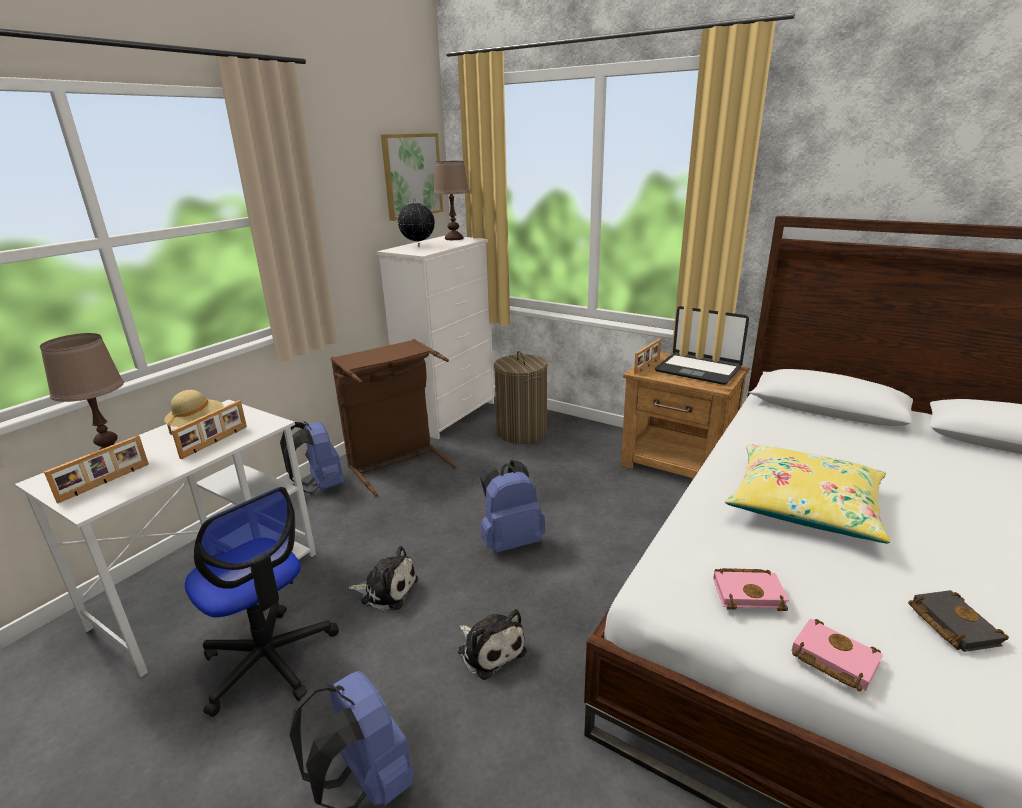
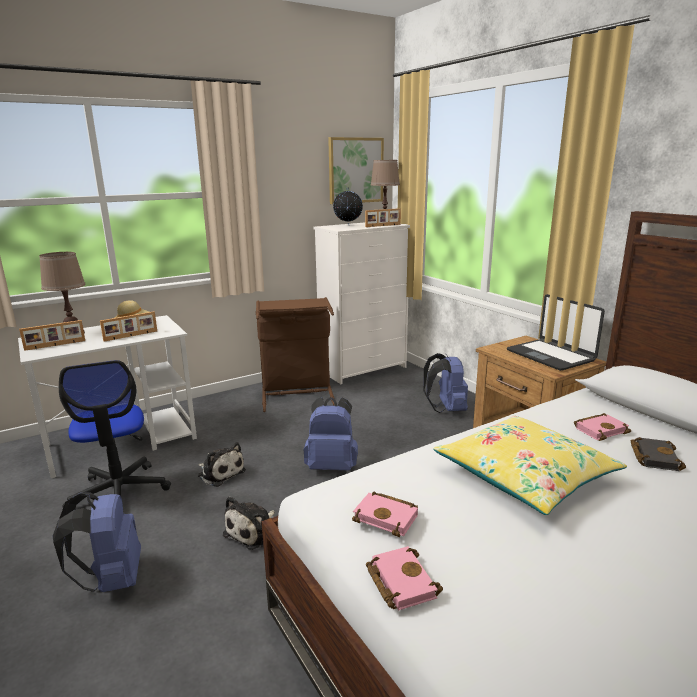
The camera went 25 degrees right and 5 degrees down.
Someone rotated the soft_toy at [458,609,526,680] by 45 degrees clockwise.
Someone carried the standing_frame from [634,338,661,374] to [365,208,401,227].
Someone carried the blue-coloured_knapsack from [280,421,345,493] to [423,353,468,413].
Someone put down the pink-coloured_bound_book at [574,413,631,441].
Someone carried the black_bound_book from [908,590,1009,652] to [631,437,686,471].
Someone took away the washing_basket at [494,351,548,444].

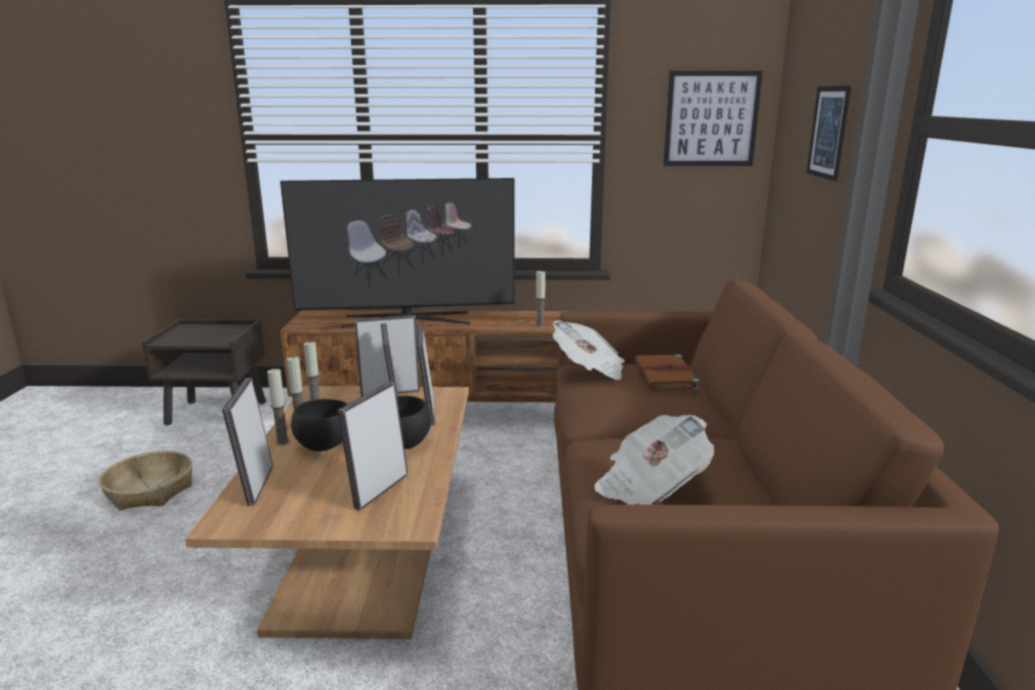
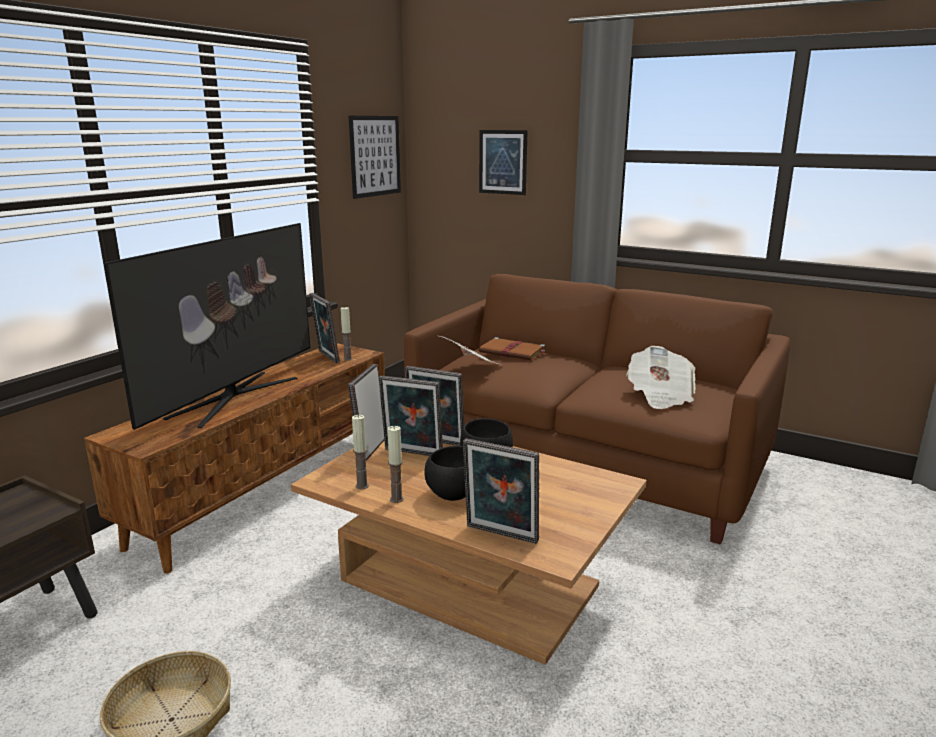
The camera went 60 degrees left and 0 degrees up.
Someone carried the standing_frame from [337,382,408,511] to [309,293,340,363].
Someone took away the candle at [267,368,290,445].

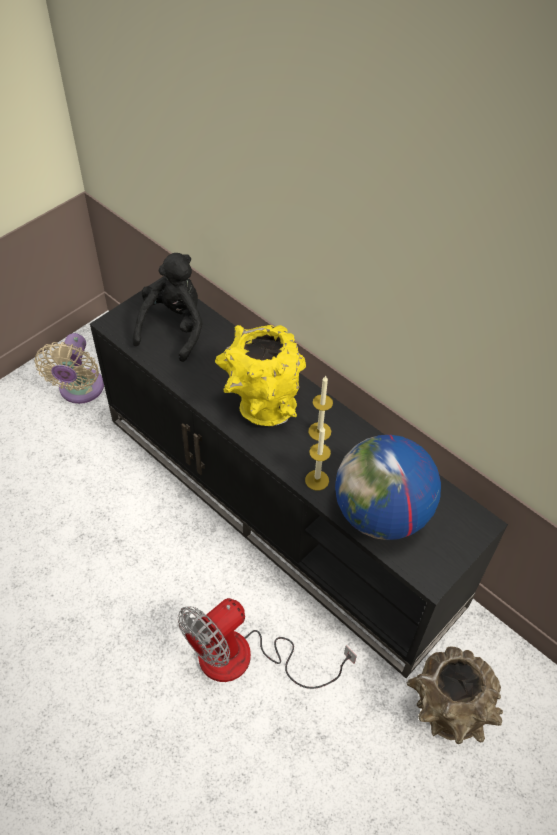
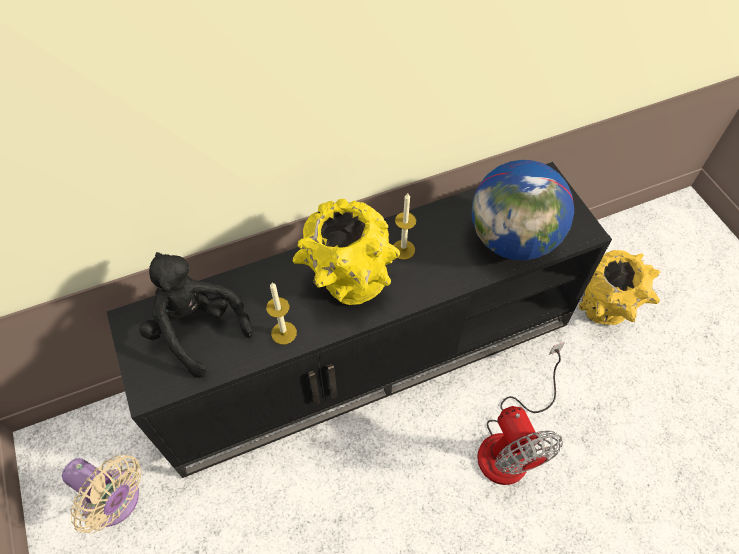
The camera went 65 degrees left and 5 degrees up.
Someone carried the candle from [305,426,331,491] to [266,283,297,344].
Someone repainted the brown-coloured_decorative_vase at [407,646,503,744], which became the yellow-coloured_decorative_vase at [579,250,660,325].

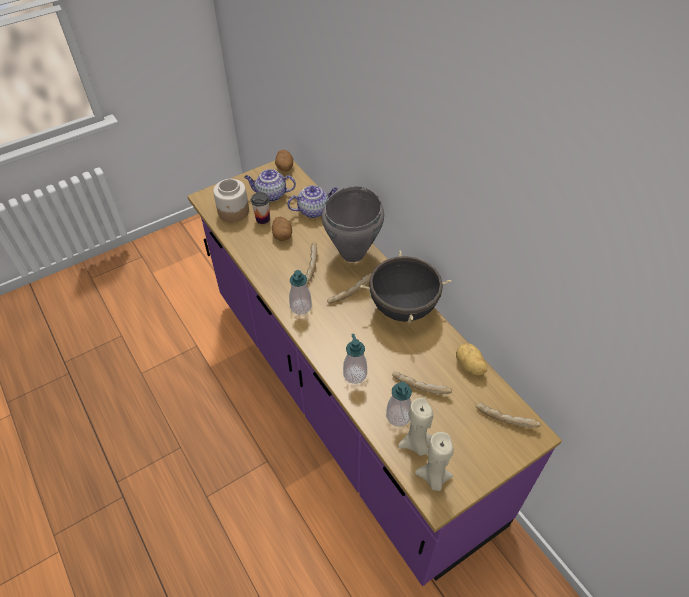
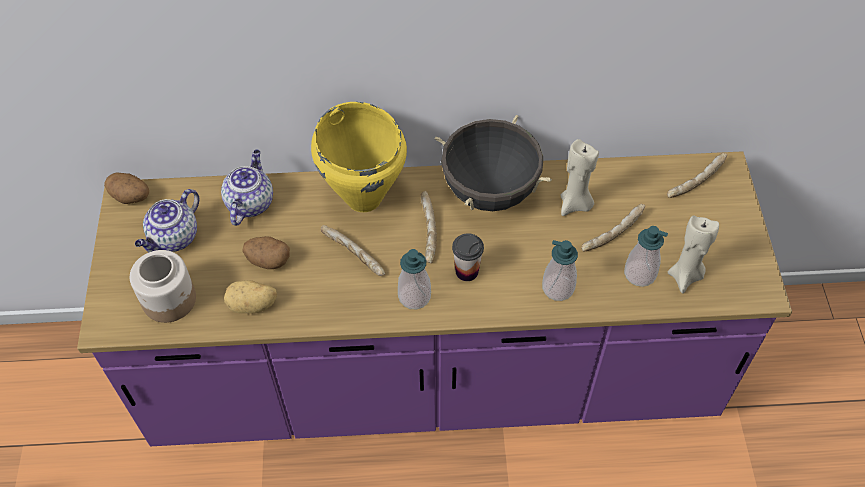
The camera went 60 degrees left and 5 degrees up.
Someone carried the spud from [456,343,487,376] to [224,280,277,313].
Someone repainted the greyish_cooking_pot at [322,186,384,262], which became the yellow-coloured_cooking_pot at [311,102,407,212].
Someone carried the small_cup from [251,192,270,224] to [452,233,484,281].
Someone carried the beige-coloured_candle from [415,432,454,491] to [560,139,599,216].

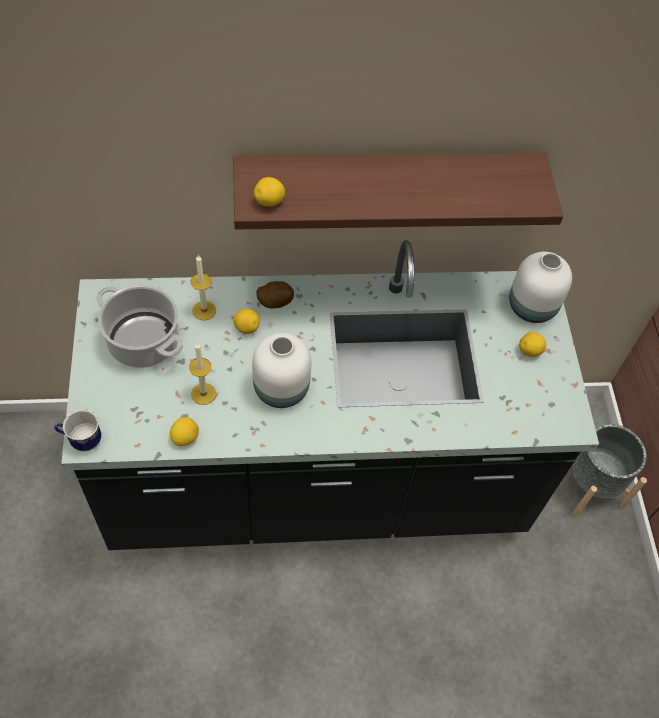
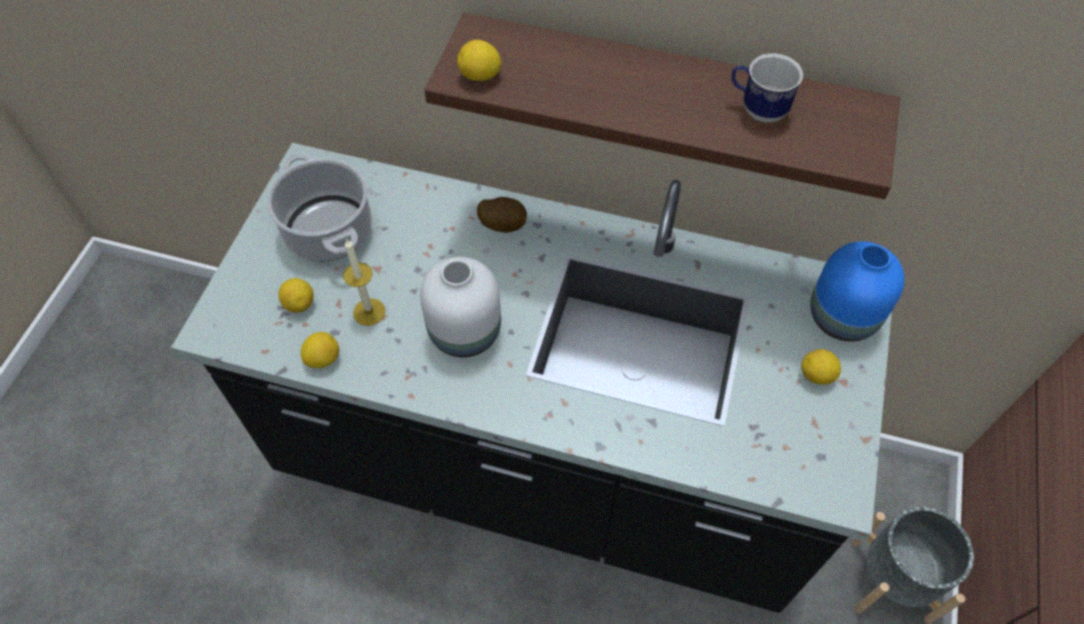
The camera went 25 degrees right and 0 degrees up.
Someone carried the lemon from [233,309,260,334] to [278,278,314,313].
Someone carried the coffee_mug from [54,409,102,452] to [732,54,803,122].
Someone repainted the white-coloured_decorative_vase at [509,252,572,323], which became the blue-coloured_decorative_vase at [810,241,905,342].
Someone took away the candle at [191,255,216,320].

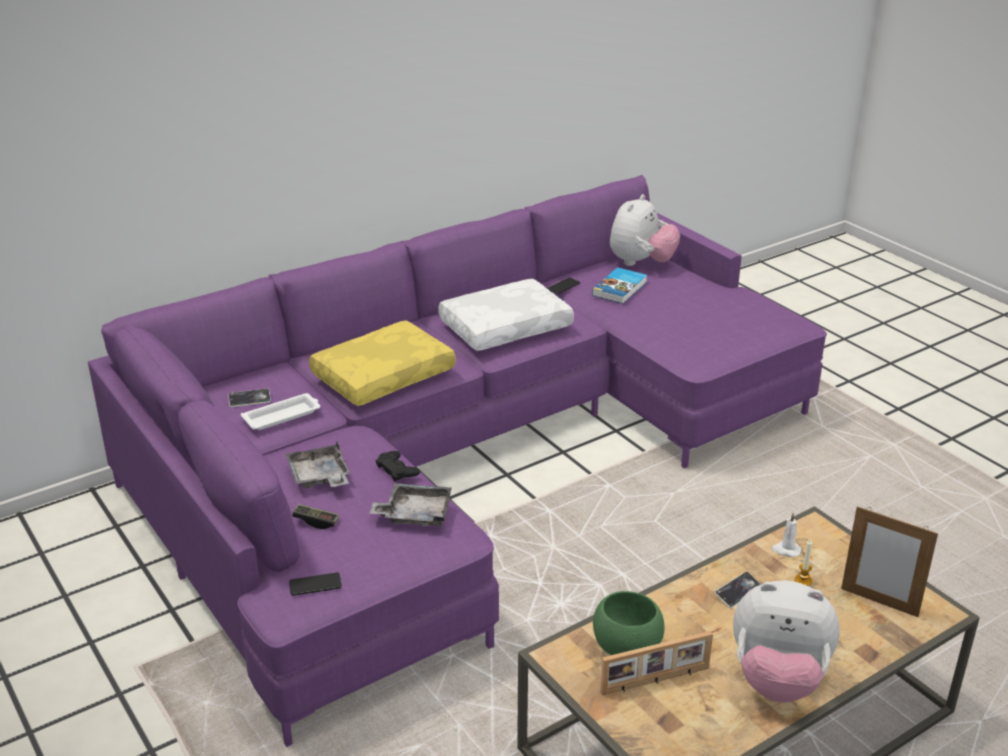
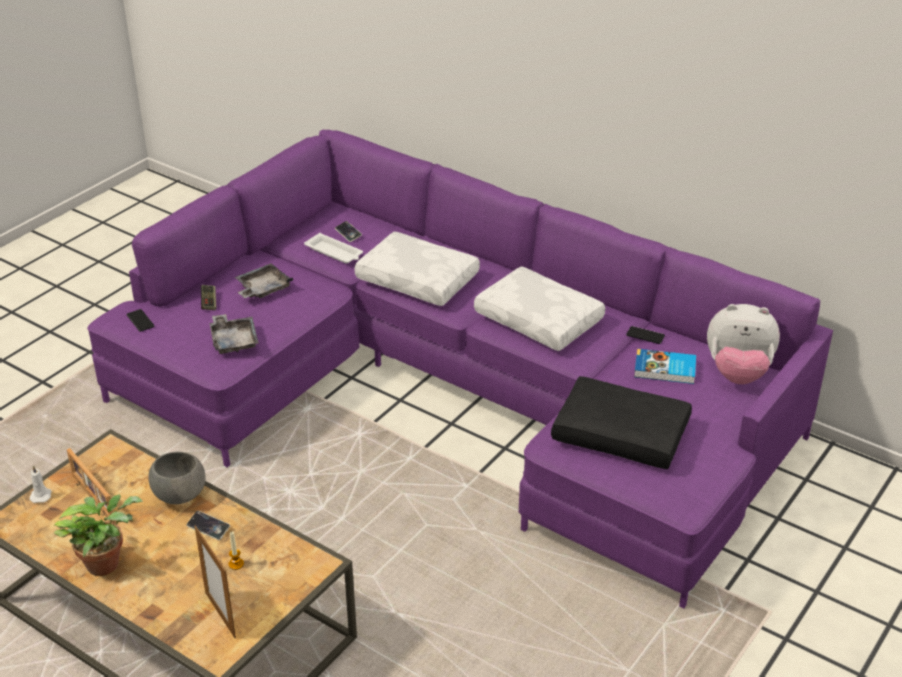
The camera went 70 degrees right and 5 degrees up.
Someone carried the white-coloured_candle from [771,513,801,557] to [29,465,51,503].
Someone swapped the soft_toy at [733,580,840,703] for the plant_in_a_pot at [54,494,143,576].
Someone put down the greyish_serving_bowl at [148,451,206,504].
Someone rotated the standing_frame at [841,506,938,617] by 45 degrees counterclockwise.
Someone repainted the yellow-coloured_throw_pillow at [309,320,456,406], which became the white-coloured_throw_pillow at [354,232,480,306].
Someone put down the black_throw_pillow at [551,376,692,469].
Someone took away the black_joypad at [376,451,420,482].
Someone took away the green_serving_bowl at [593,591,665,655].

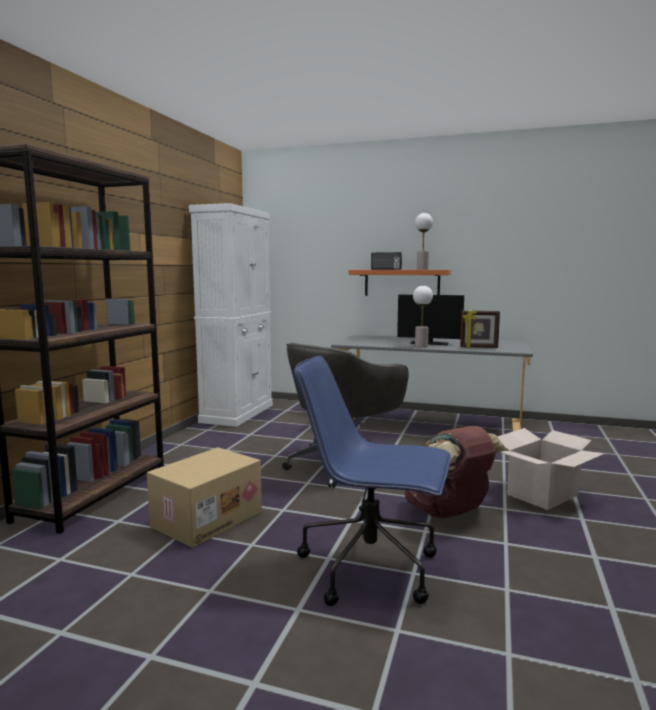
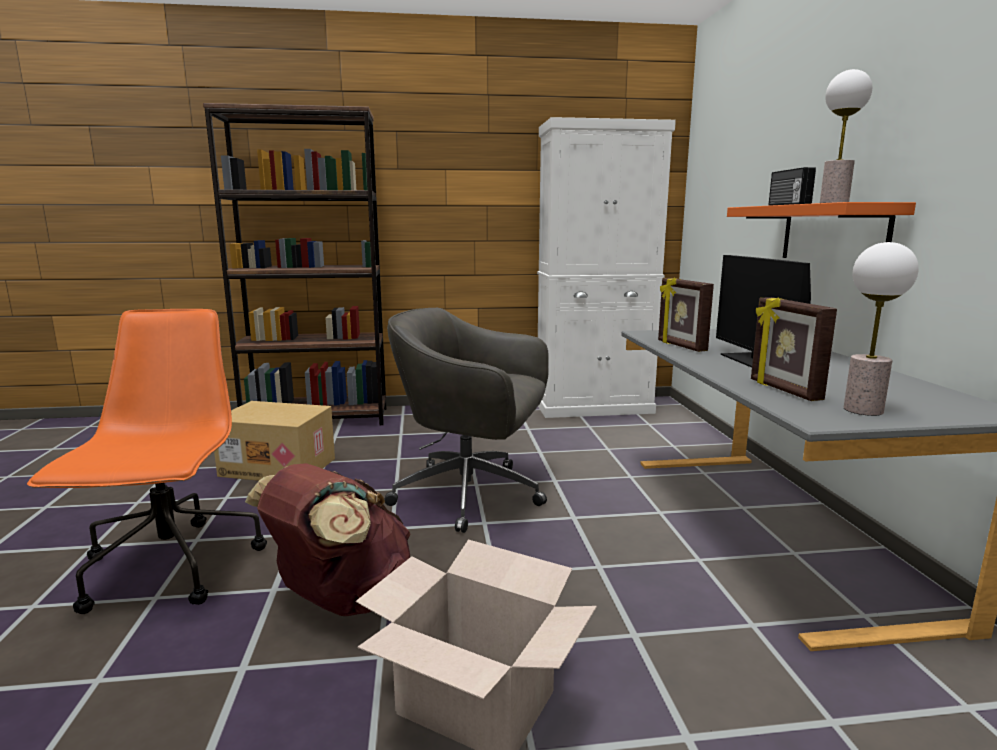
The camera went 65 degrees right and 5 degrees up.
Someone repainted the blue-coloured_desk_chair at [294,356,451,606], which became the orangey_desk_chair at [27,309,267,614].
Someone put down the standing_frame at [658,278,714,352].
Someone carried the table_lamp from [413,286,433,348] to [844,242,919,416].

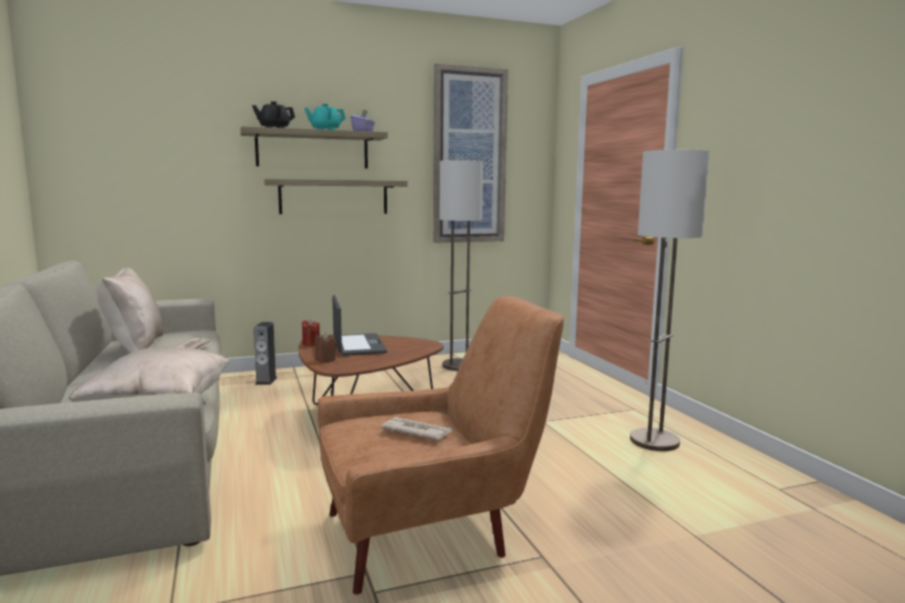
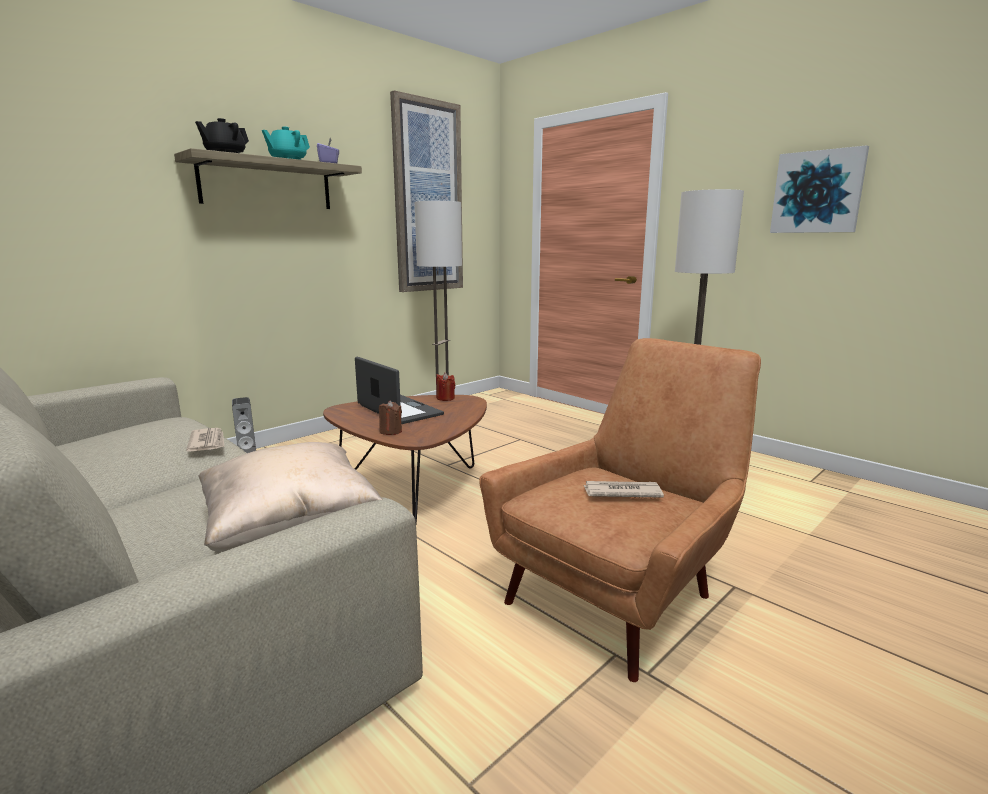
The camera went 25 degrees left and 5 degrees up.
Someone carried the reddish_candle from [301,319,320,346] to [436,372,455,401].
Someone put up the wall_picture at [770,145,869,233].
Someone took away the beige-coloured_throw_pillow at [97,267,163,353].
Someone took away the wall_shelf at [264,179,408,214].

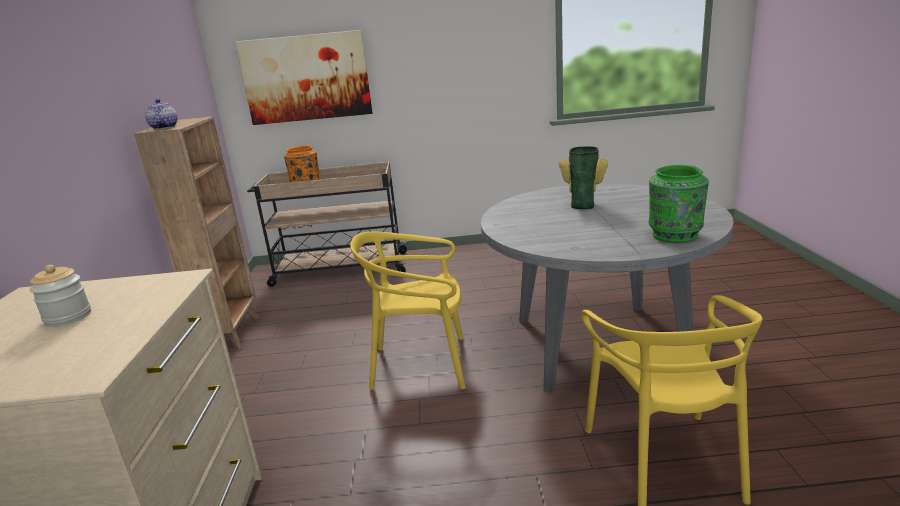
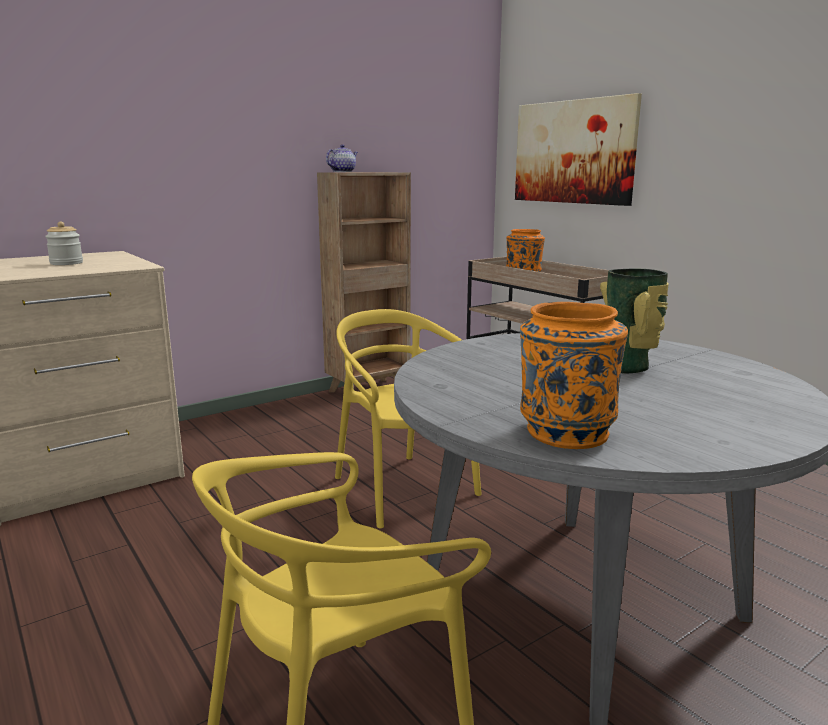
The camera went 55 degrees right and 5 degrees down.
Someone repainted the green_decorative_vase at [649,165,709,243], which became the orangey_decorative_vase at [520,302,628,449].

